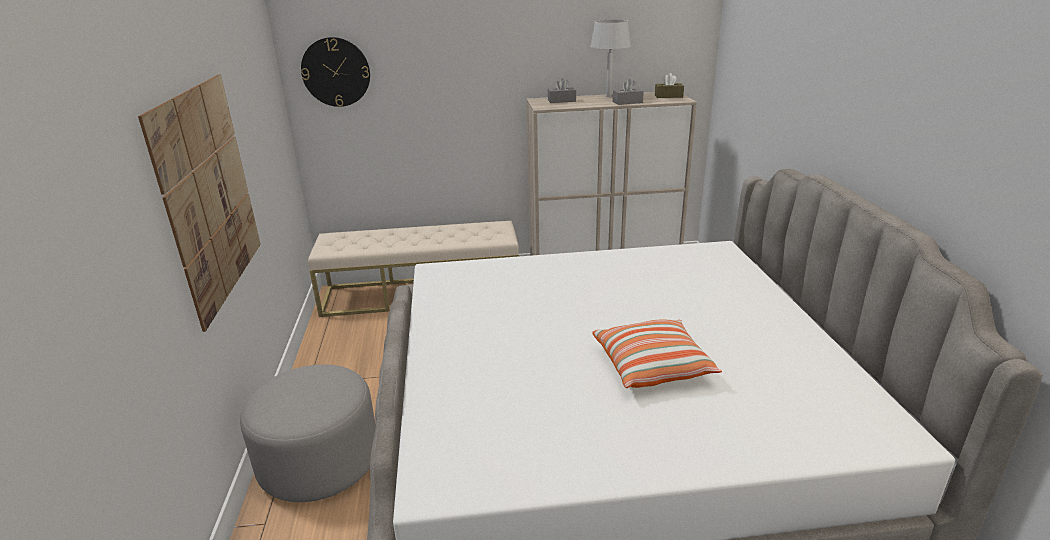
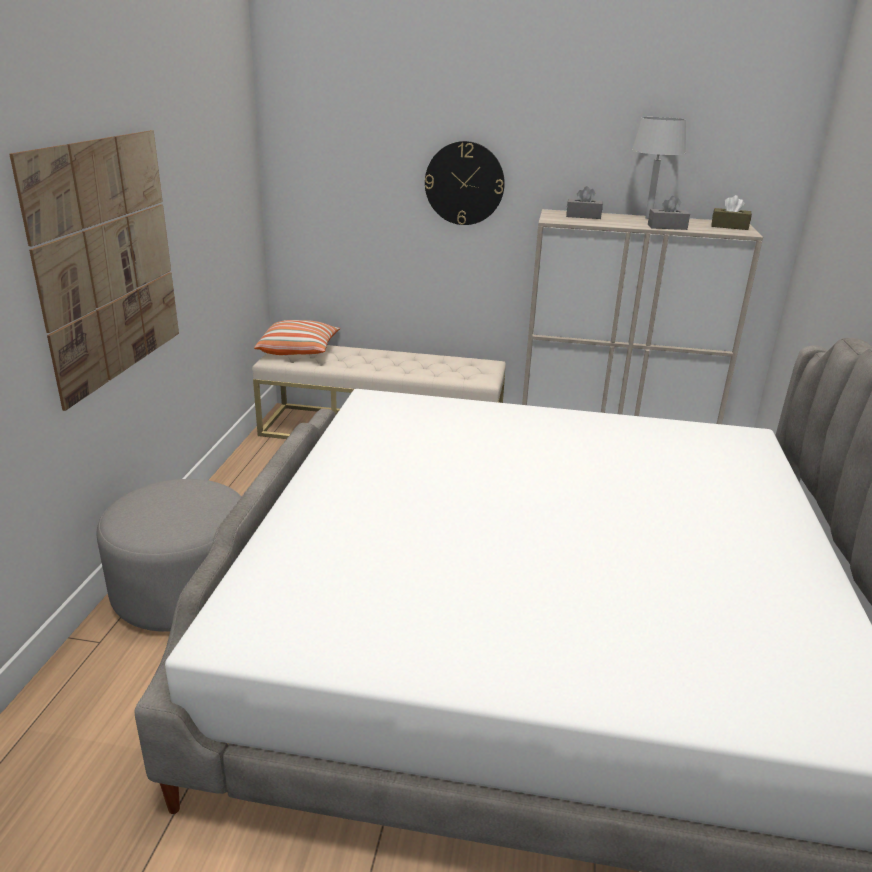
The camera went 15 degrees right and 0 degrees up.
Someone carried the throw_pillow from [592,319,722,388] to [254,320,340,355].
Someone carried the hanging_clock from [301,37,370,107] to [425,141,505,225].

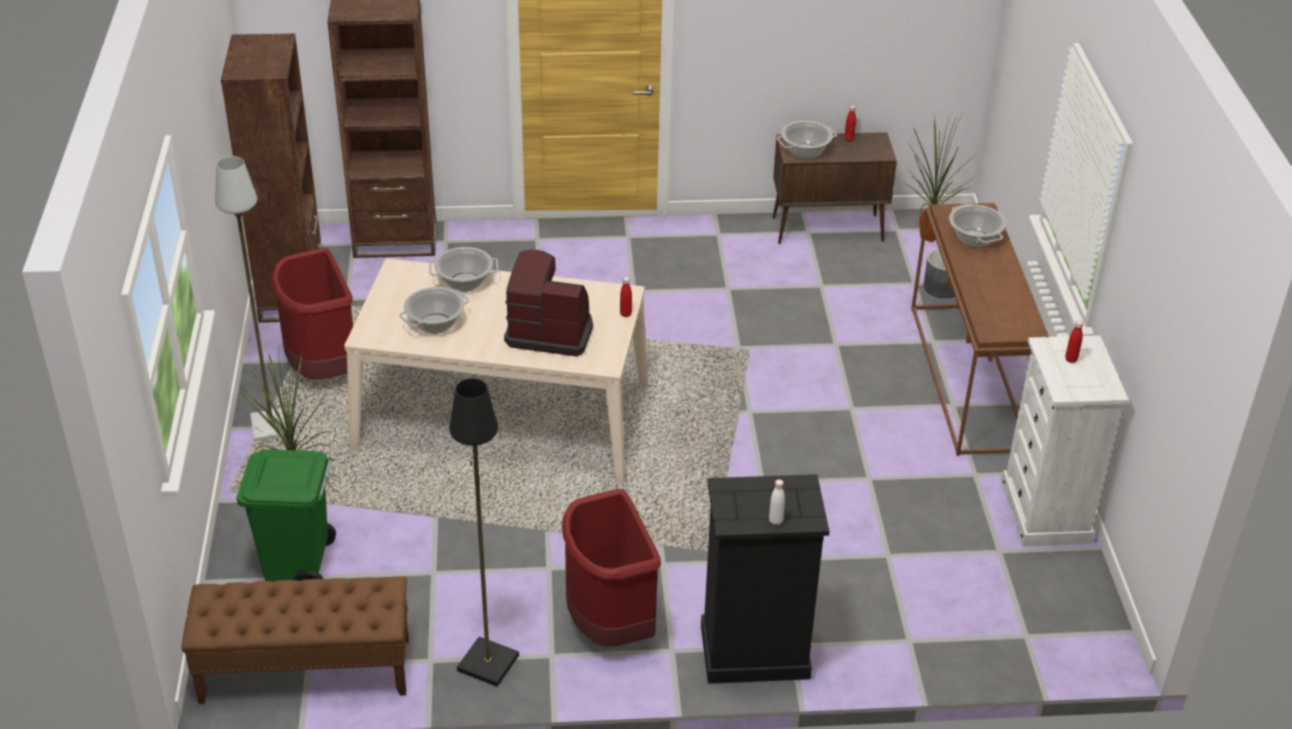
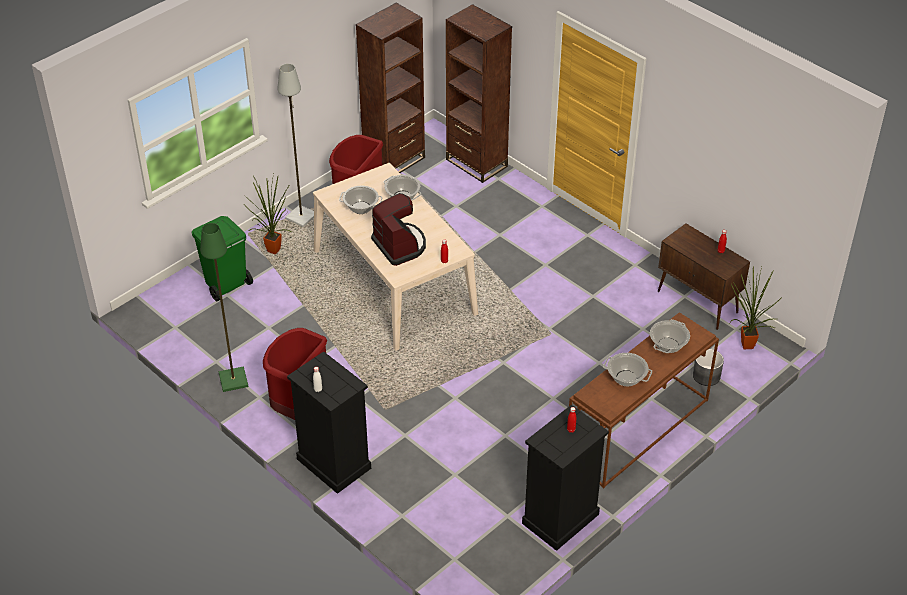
The camera went 50 degrees right and 5 degrees up.
Someone repainted the black_standard_lamp at [449,378,519,686], which became the green_standard_lamp at [200,223,248,392].
Someone repainted the white-coloured_dresser at [1001,335,1129,547], which became the black_dresser at [522,405,609,551].
Someone carried the cooking_pot from [777,121,837,159] to [603,353,652,386].
Someone took away the brown-coloured_long_seat at [181,577,409,704].

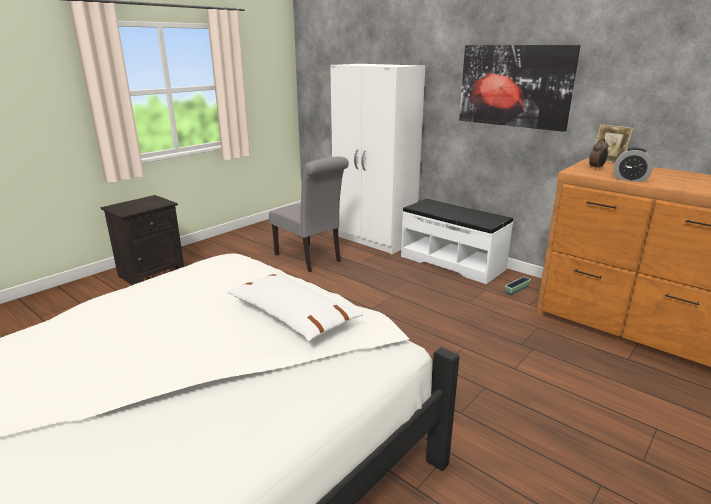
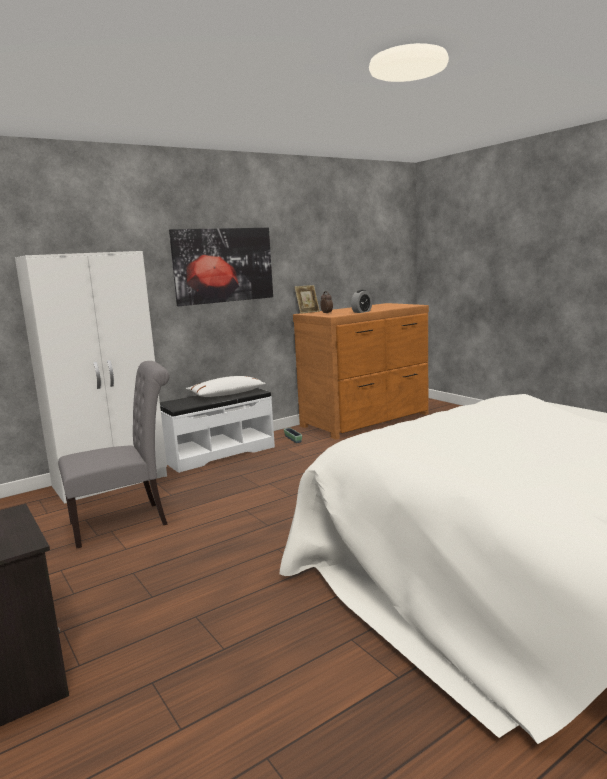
The camera went 75 degrees left and 10 degrees down.
Someone carried the white-coloured_throw_pillow from [227,272,363,341] to [186,376,266,397].

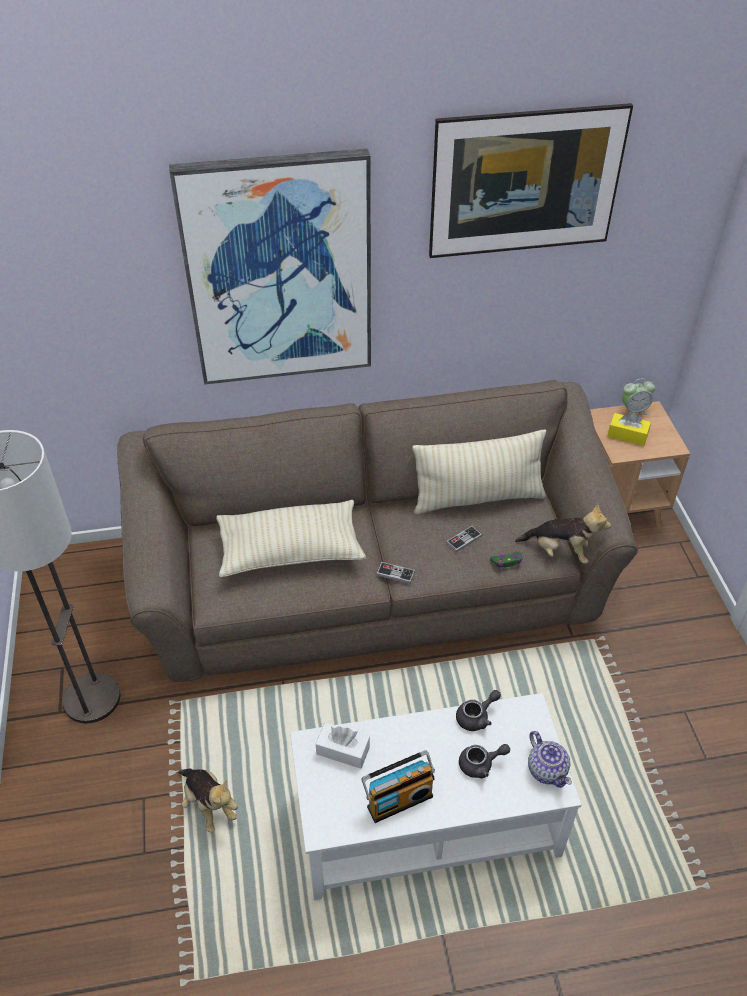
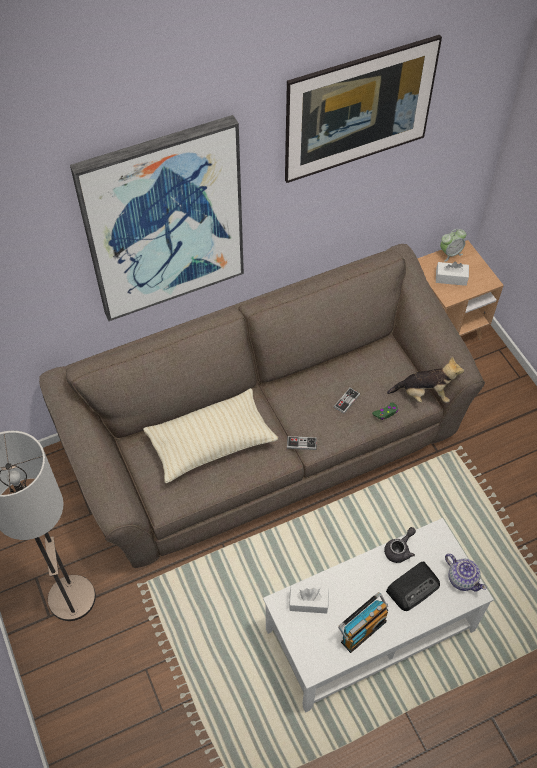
The camera went 15 degrees left and 10 degrees up.
Someone swapped the greyish_pot_for_tea at [459,744,510,778] for the radio at [386,562,440,611].
Someone repainted the yellow-coloured_tissue_holder at [608,412,651,446], which became the white-coloured_tissue_holder at [436,262,469,286].
Someone took away the soft_toy at [178,769,238,832].
Someone took away the beige-coloured_throw_pillow at [412,430,546,514].

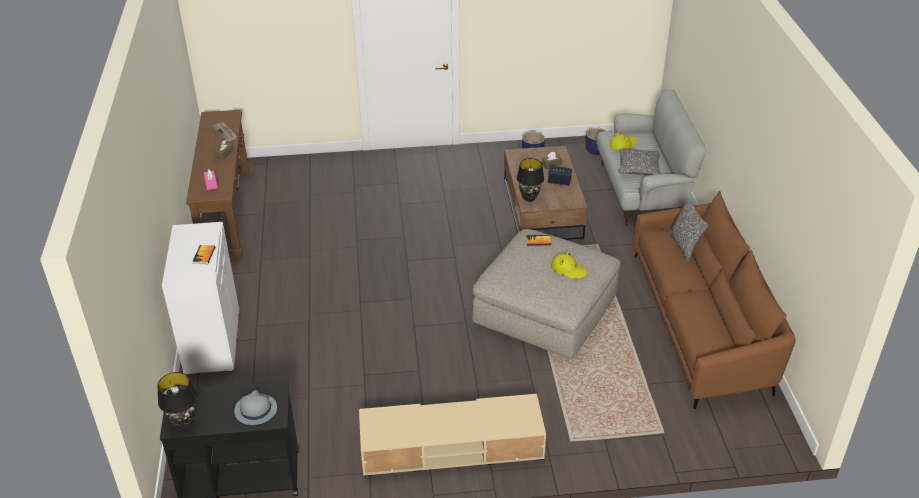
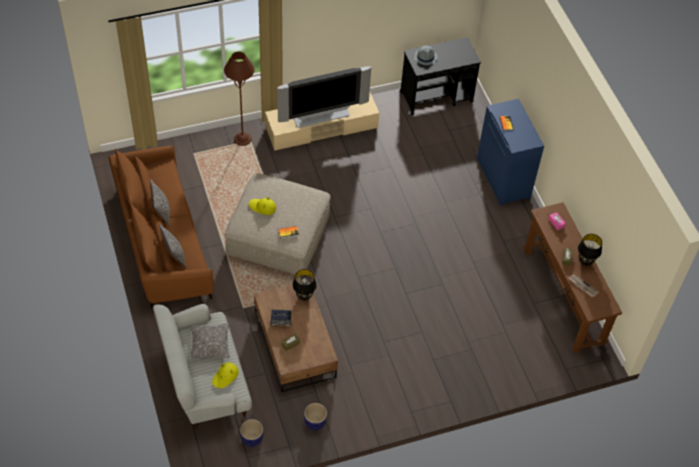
The camera went 165 degrees right and 15 degrees up.
Someone put down the throw_pillow at [150,179,170,226].
Someone put down the brown-coloured_standard_lamp at [224,51,254,146].
Someone put down the TV at [277,67,371,128].
Someone repainted the white-coloured_cabinet at [162,222,239,376], which became the blue-coloured_cabinet at [477,99,544,205].
Someone carried the black_table_lamp from [157,372,197,428] to [578,234,602,266].

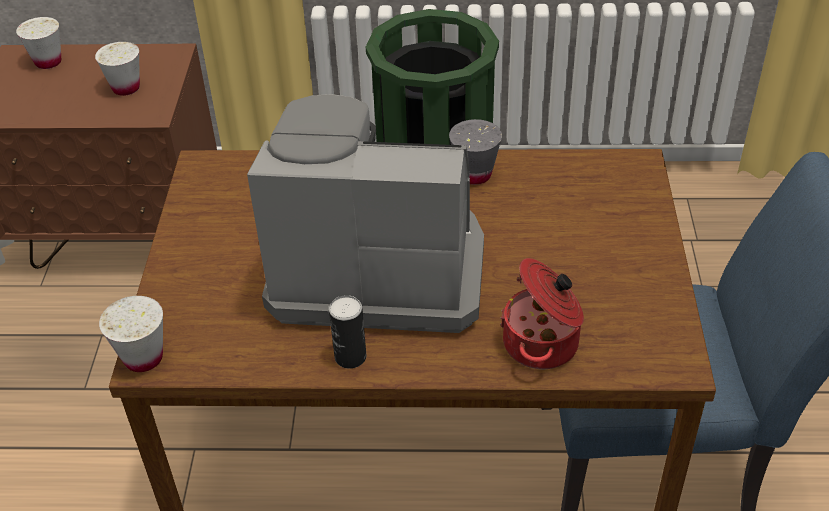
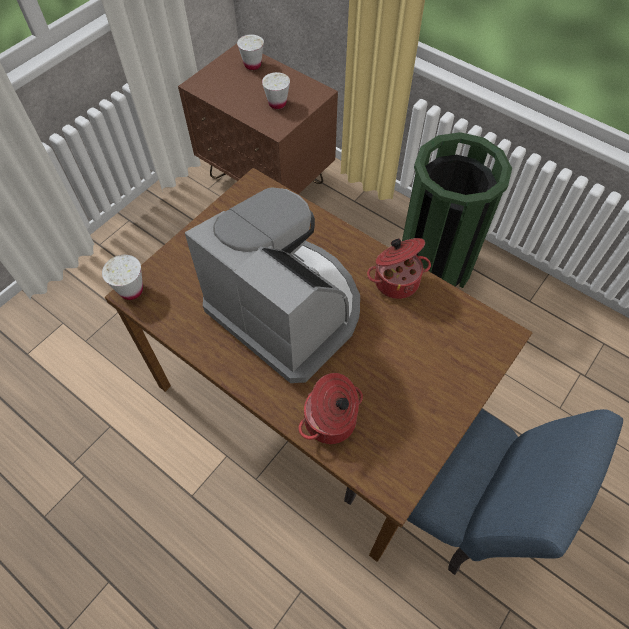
The camera went 35 degrees right and 15 degrees up.
Someone swapped the greyish_small_cup at [449,119,502,185] for the cooking_pot at [367,238,431,299].
Someone took away the sealed_can at [329,295,366,369].

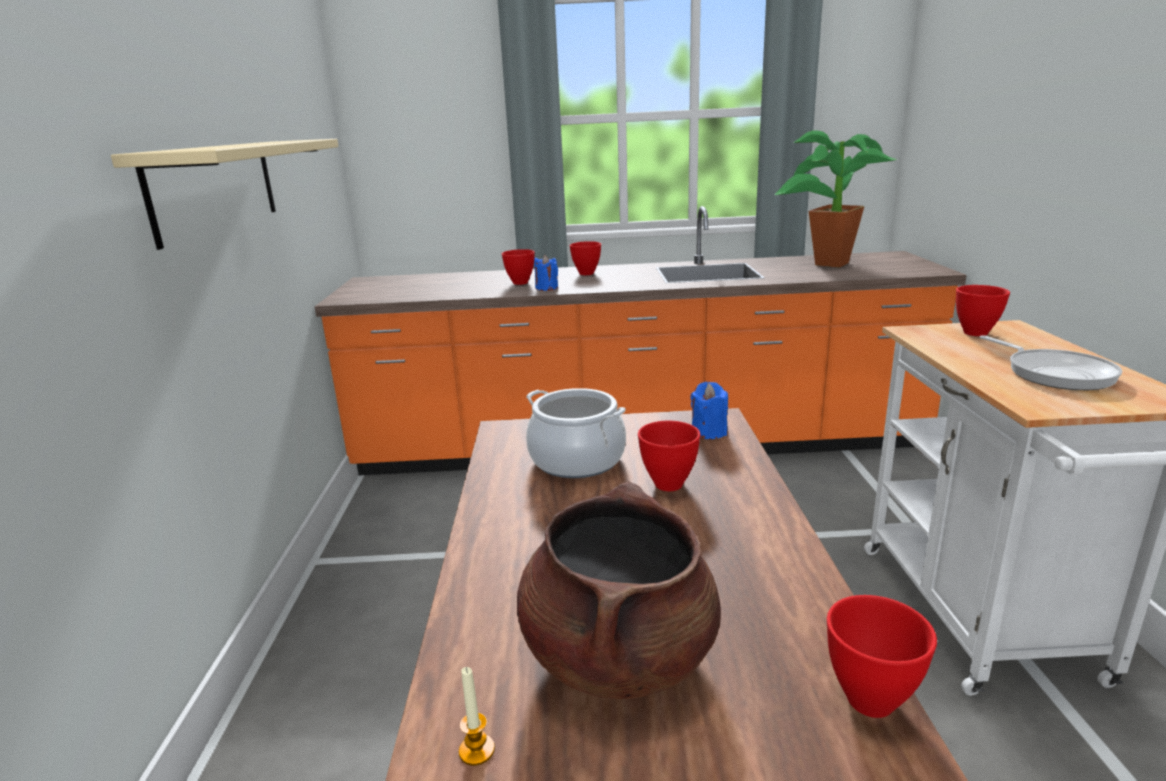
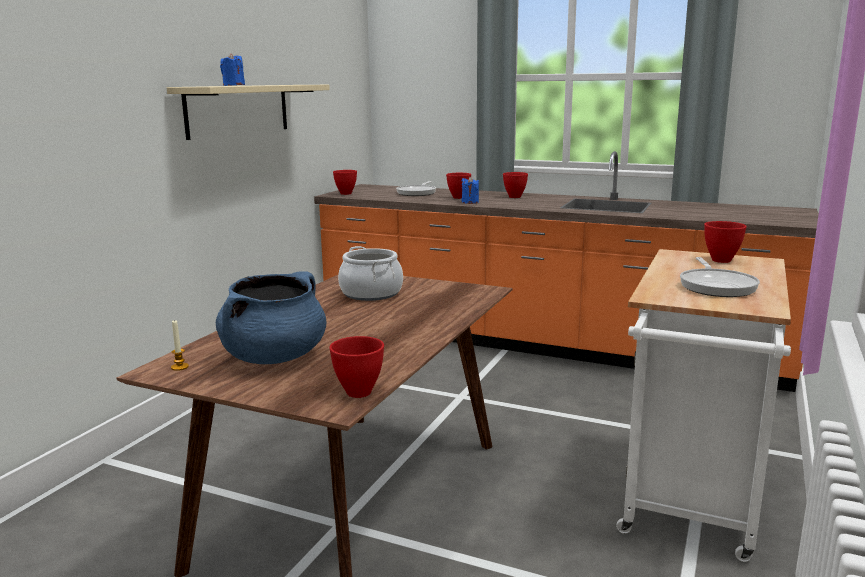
The camera went 25 degrees right and 5 degrees down.
Someone repainted the brown-coloured_cooking_pot at [517,482,721,699], which became the blue-coloured_cooking_pot at [216,271,326,364].
Someone carried the blue-coloured_candle from [691,382,728,439] to [220,53,245,86].
Someone carried the reddish_serving_bowl from [638,421,700,491] to [333,170,357,195].
Someone put down the frying_pan at [396,181,436,196].
Someone took away the plant_in_a_pot at [774,131,897,268].

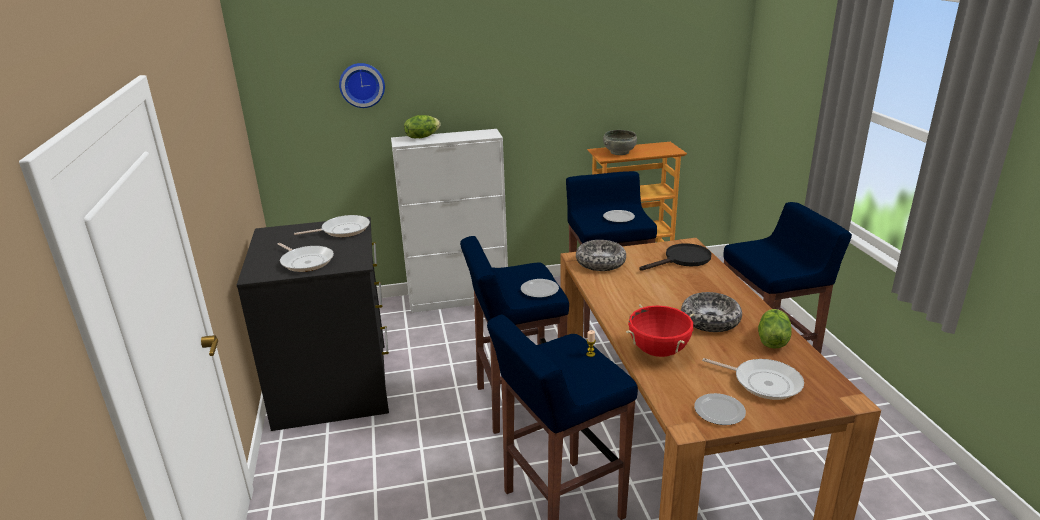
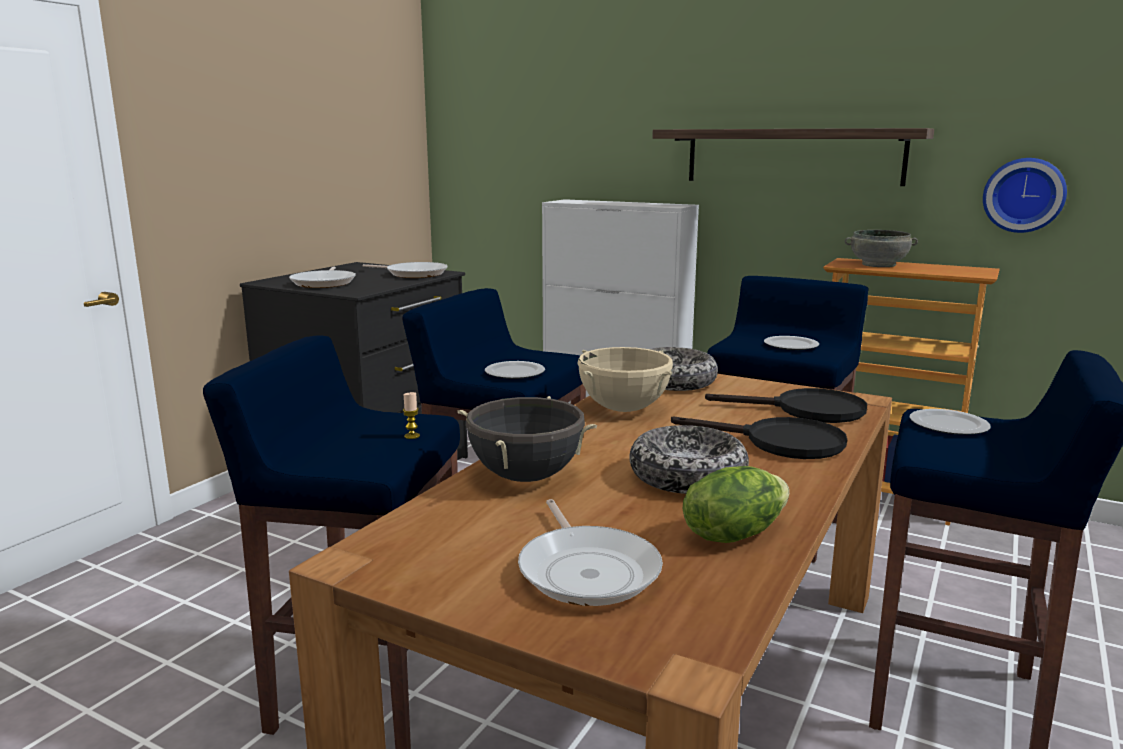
The camera went 40 degrees right and 10 degrees down.
Someone repainted the reddish_cooking_pot at [626,305,694,357], which became the black_cooking_pot at [458,396,597,482].
Someone put down the beige-coloured_cooking_pot at [577,347,673,412].
Someone put up the wall_shelf at [652,128,934,186].
Someone put down the black_frying_pan at [671,417,847,459].
Someone carried the flat_dish from [694,393,746,425] to [909,409,991,435].
Someone carried the hanging_clock from [339,63,385,108] to [983,158,1067,233].
Someone took away the lettuce at [404,115,441,138].

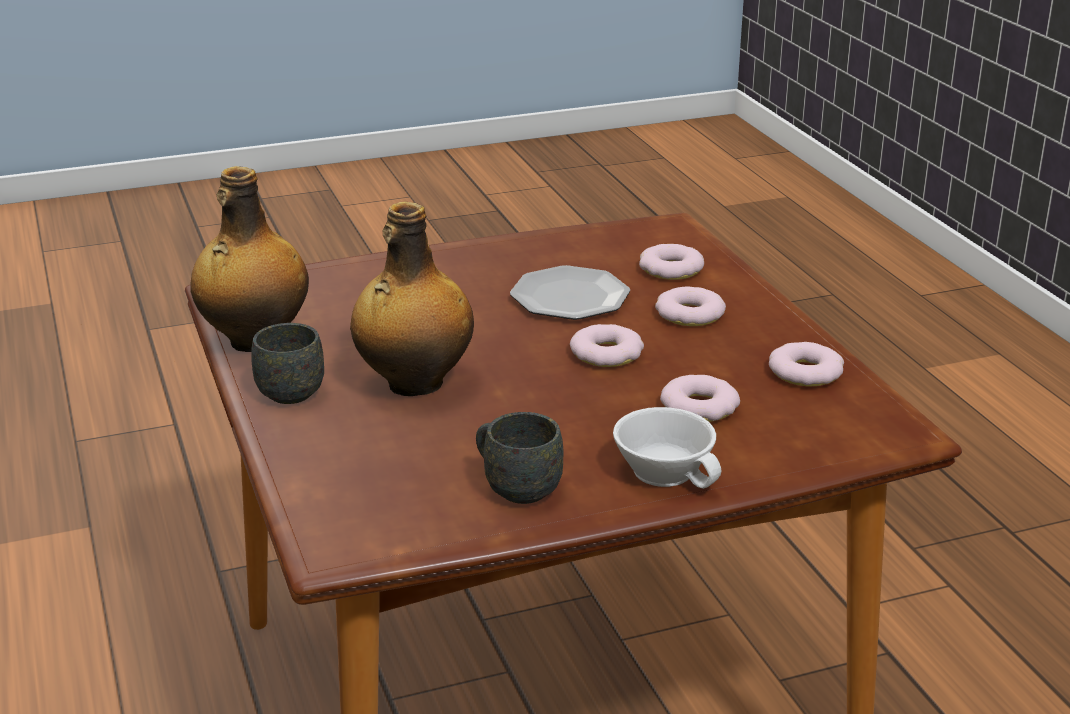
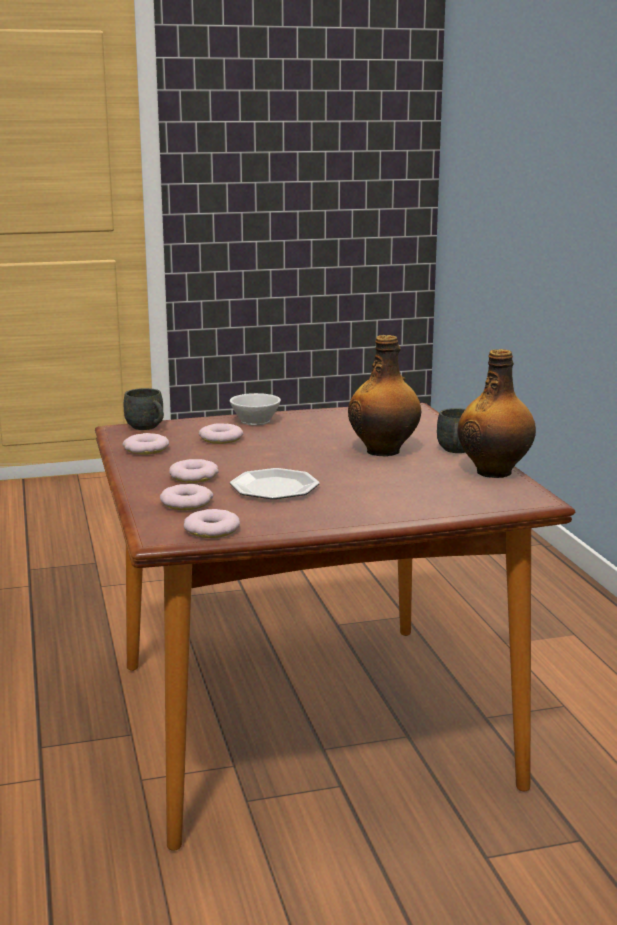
The camera went 175 degrees left and 10 degrees down.
Someone carried the greyish_coffee_mug from [476,412,563,504] to [124,388,164,430].
Someone carried the ring_doughnut from [570,324,644,367] to [184,509,240,538].

